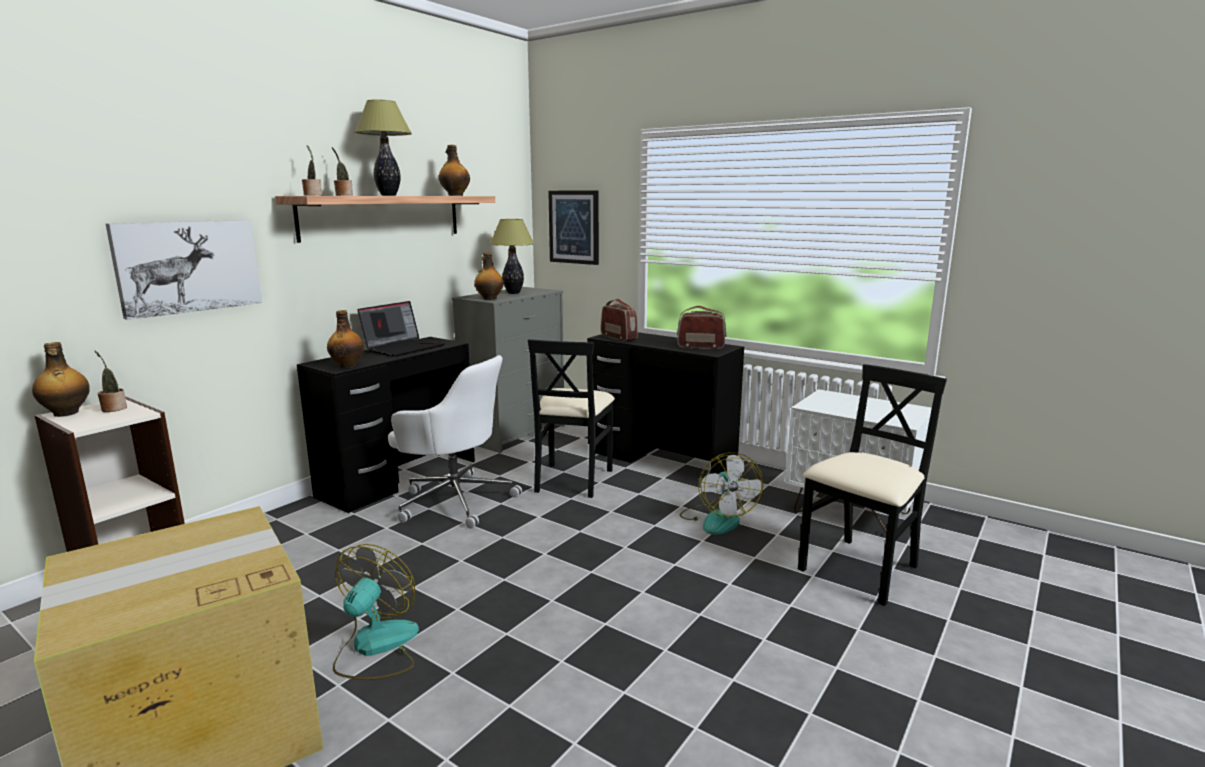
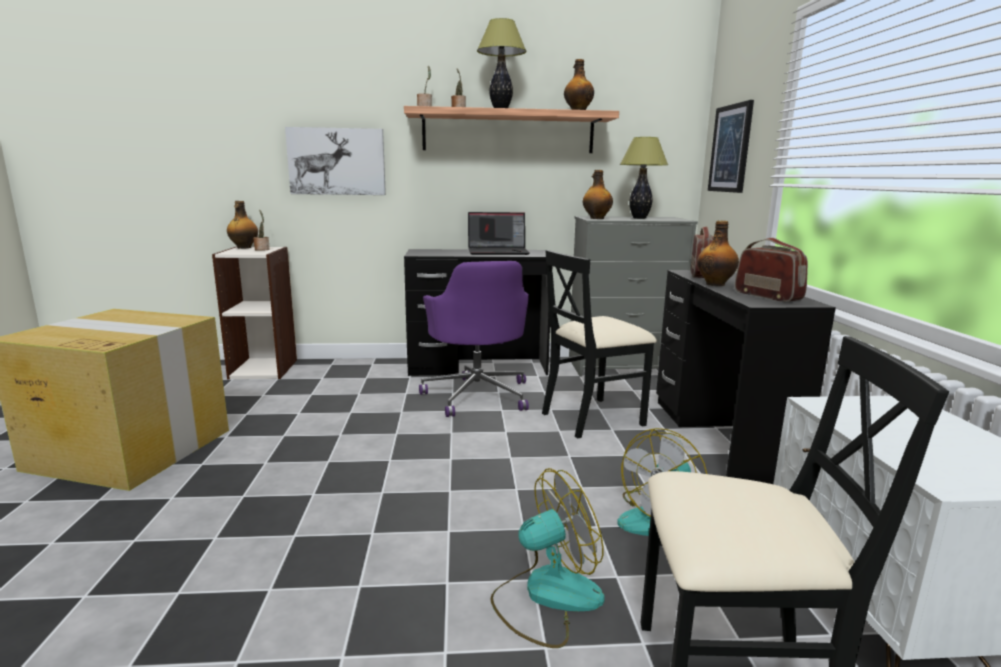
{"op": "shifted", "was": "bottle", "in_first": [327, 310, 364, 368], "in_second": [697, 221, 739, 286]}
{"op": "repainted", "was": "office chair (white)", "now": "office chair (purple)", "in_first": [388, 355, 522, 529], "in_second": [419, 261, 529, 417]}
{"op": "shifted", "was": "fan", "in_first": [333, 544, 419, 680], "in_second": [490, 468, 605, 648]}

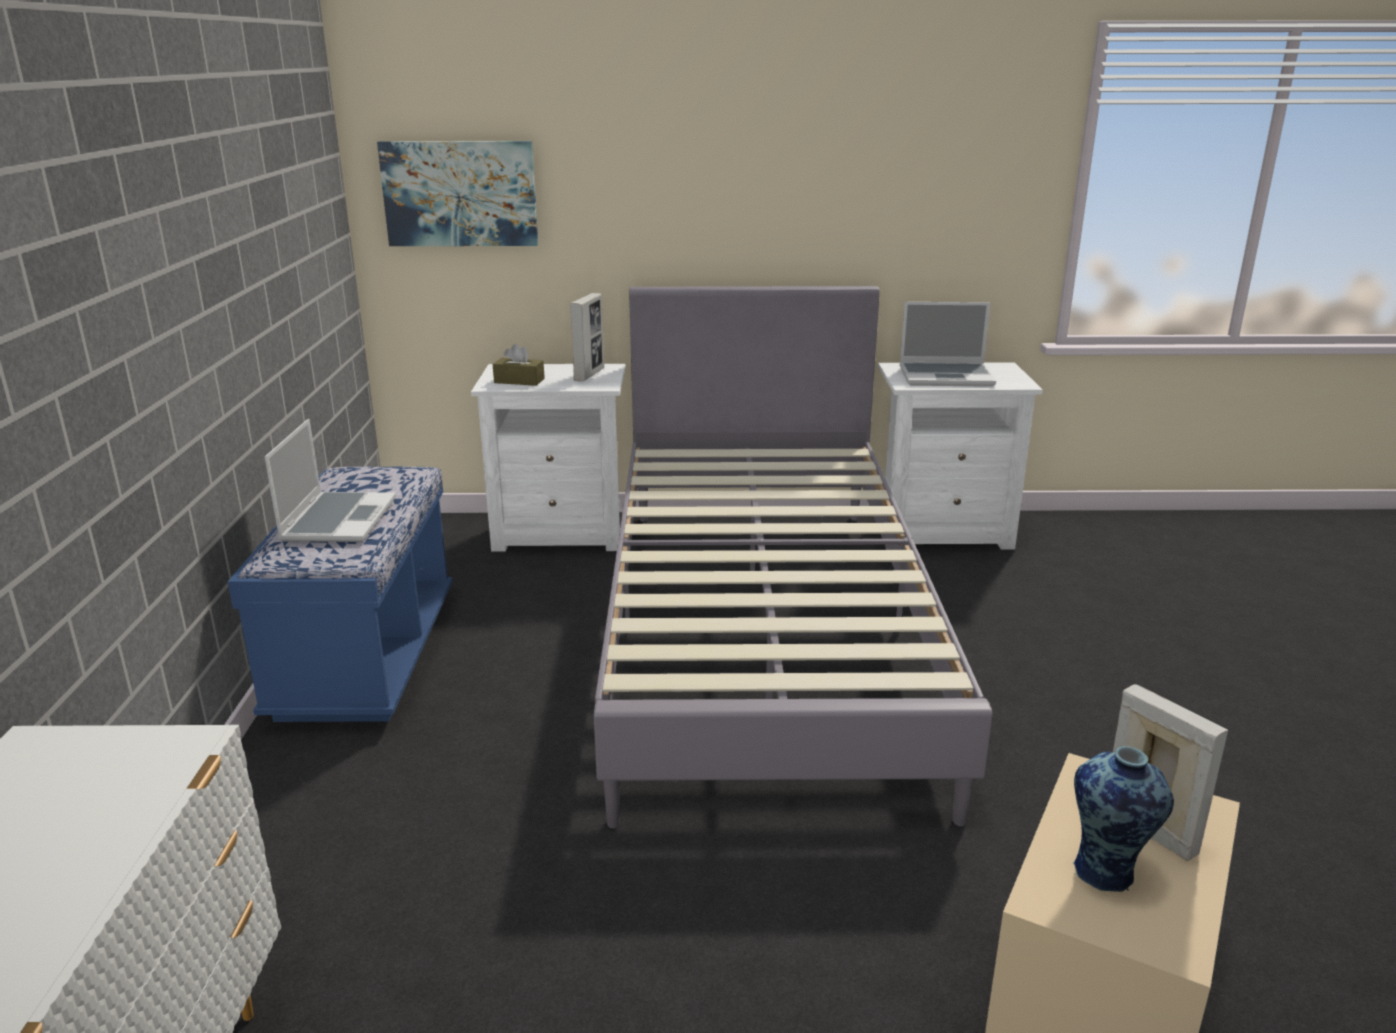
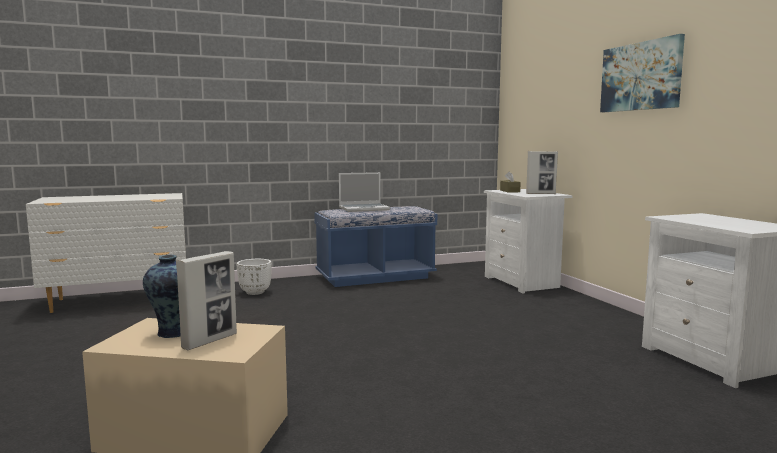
{"op": "shifted", "was": "picture", "in_first": [377, 141, 538, 246], "in_second": [600, 34, 685, 112]}
{"op": "gone", "was": "bed (grey)", "in_first": [594, 286, 993, 828]}
{"op": "gone", "was": "laptop", "in_first": [900, 302, 996, 387]}
{"op": "new", "now": "planter (white)", "in_second": [237, 259, 272, 295]}

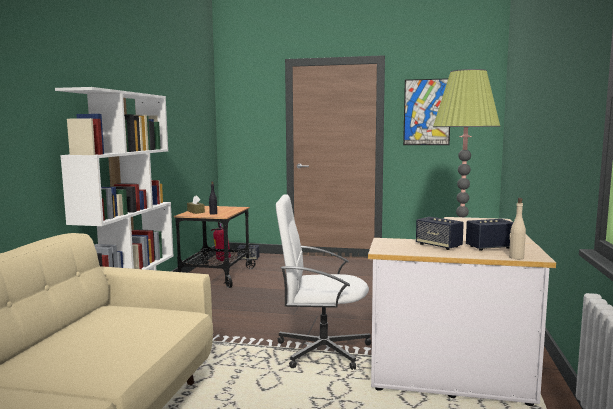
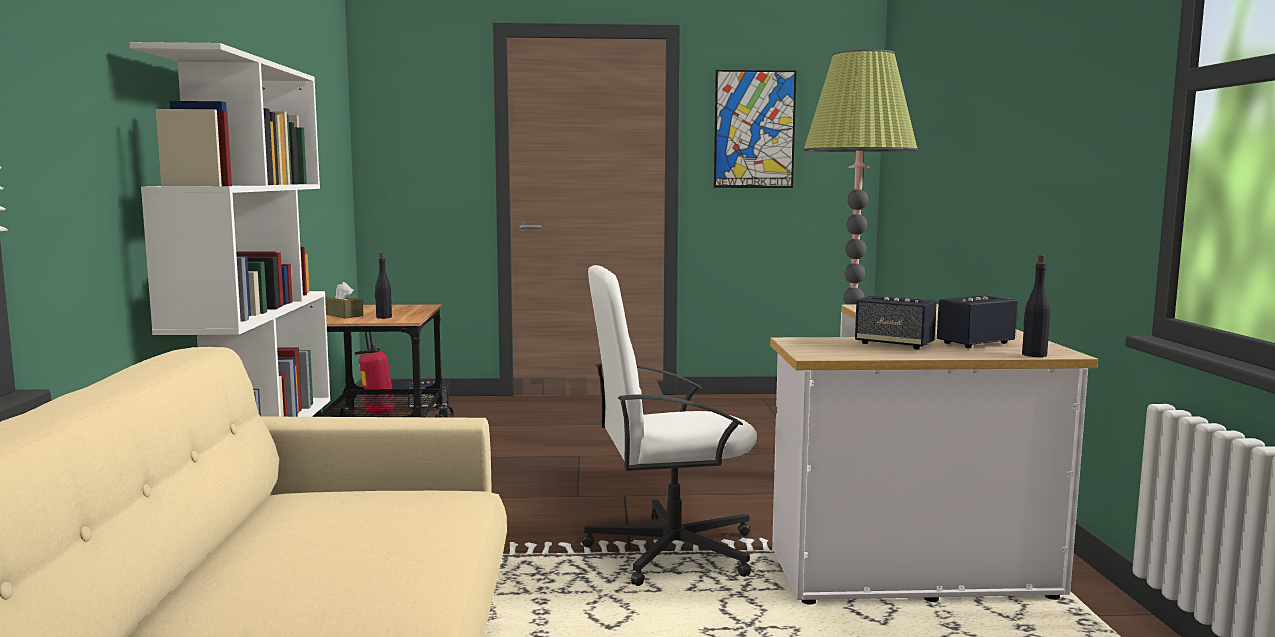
{"op": "repainted", "was": "bottle (beige)", "now": "bottle (black)", "in_first": [509, 198, 526, 259], "in_second": [1022, 255, 1050, 357]}

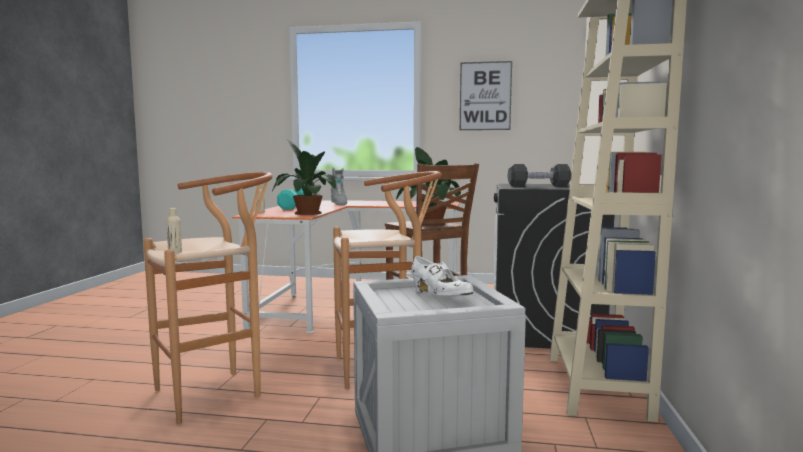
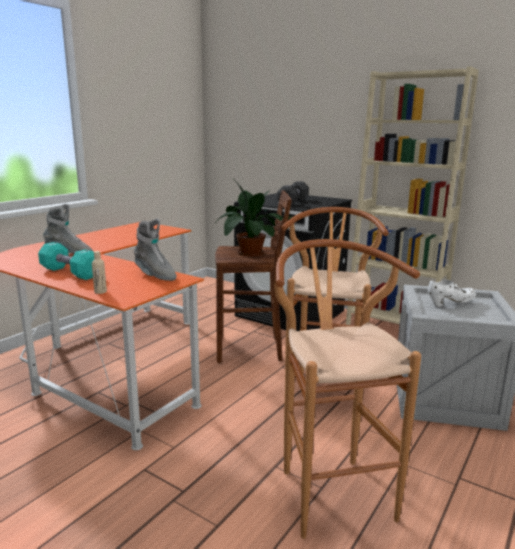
{"op": "gone", "was": "picture", "in_first": [460, 61, 512, 130]}
{"op": "swapped", "was": "potted plant", "now": "boot (grey)", "in_first": [272, 139, 336, 215], "in_second": [134, 219, 176, 281]}
{"op": "gone", "was": "bottle (beige)", "in_first": [166, 208, 182, 254]}

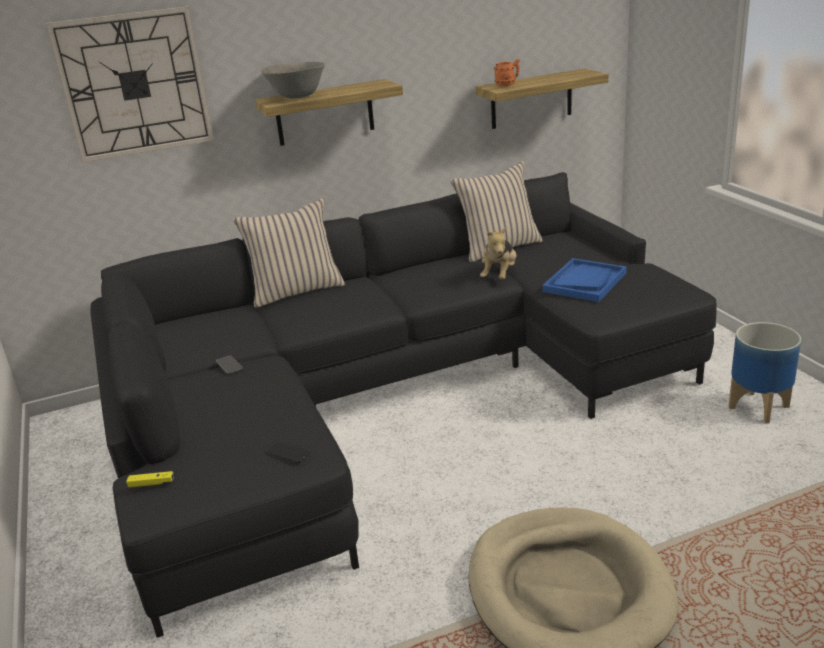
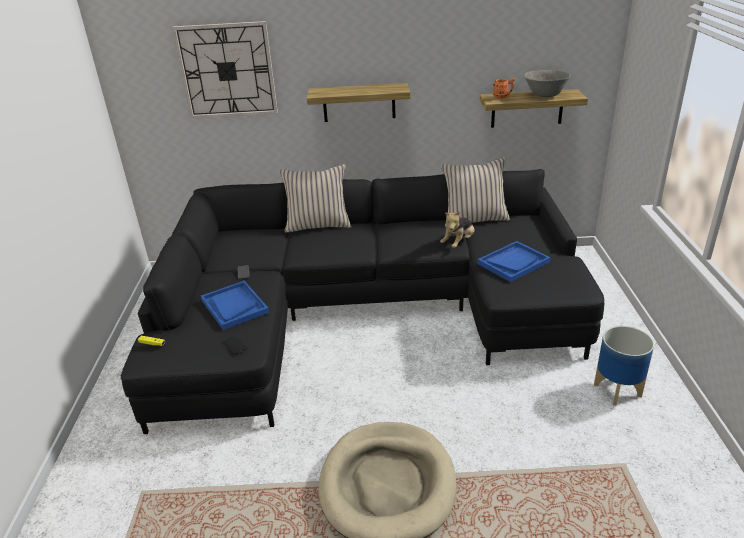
{"op": "shifted", "was": "bowl (grey)", "in_first": [261, 62, 325, 99], "in_second": [524, 70, 571, 97]}
{"op": "new", "now": "tray (blue)", "in_second": [201, 281, 269, 330]}

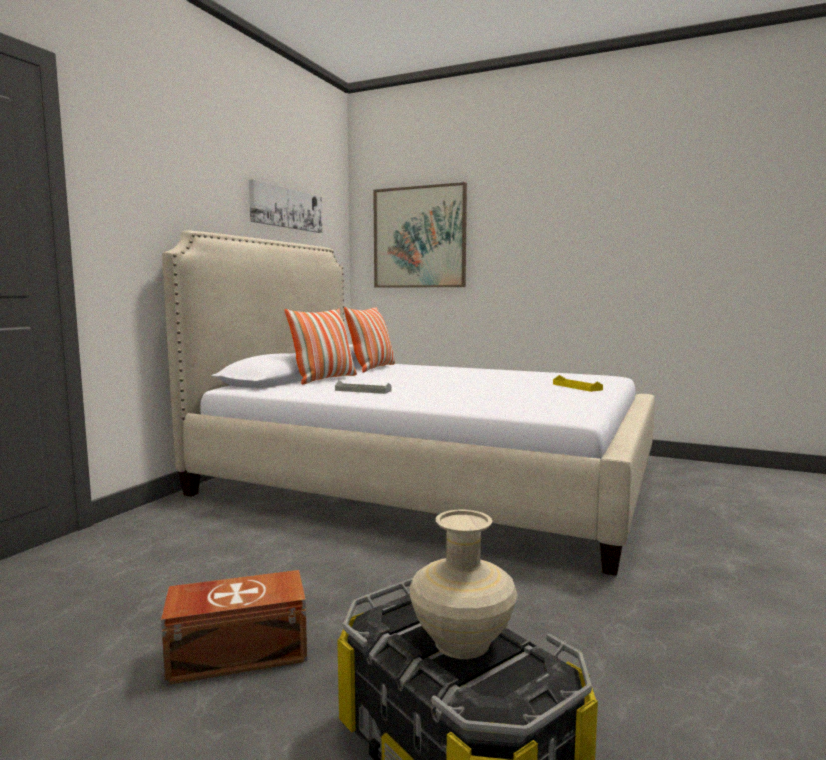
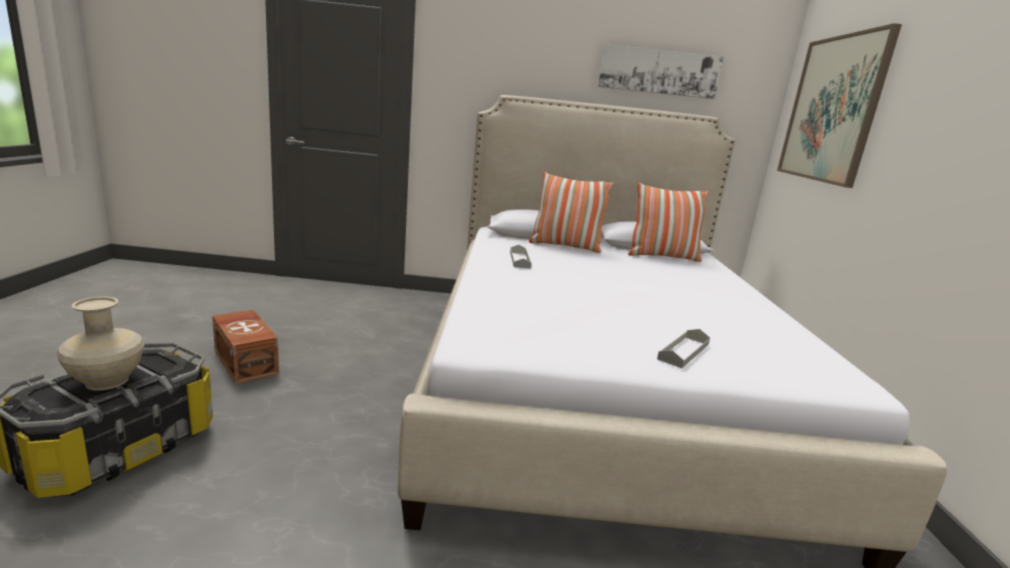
{"op": "repainted", "was": "tray (yellow)", "now": "tray (grey)", "in_first": [553, 375, 603, 392], "in_second": [657, 329, 710, 368]}

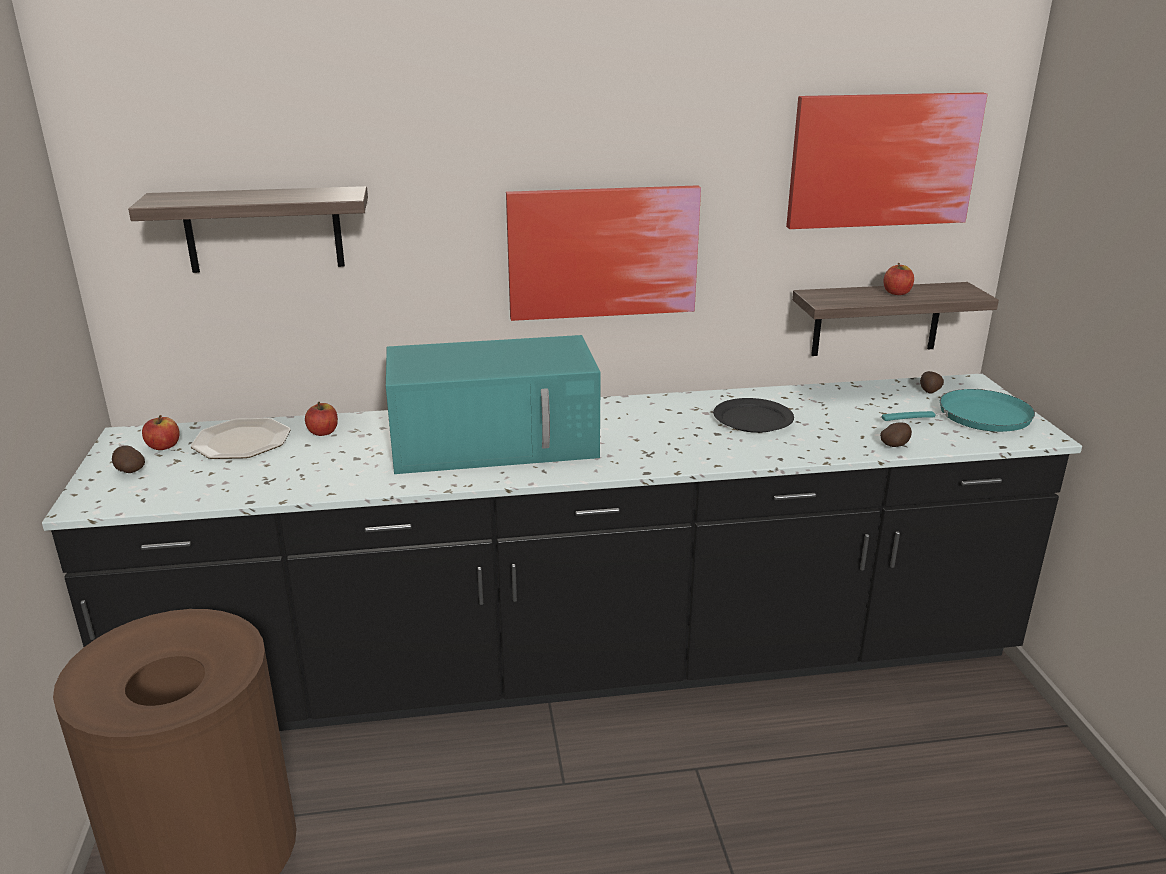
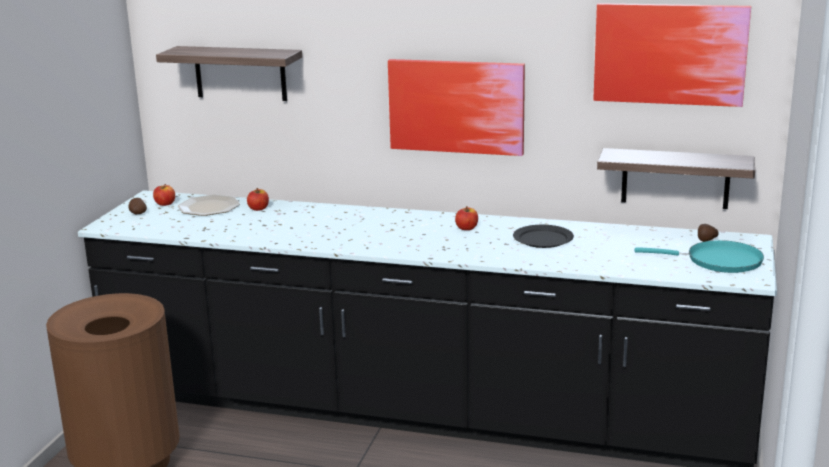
{"op": "shifted", "was": "apple", "in_first": [883, 263, 914, 295], "in_second": [455, 206, 478, 230]}
{"op": "gone", "was": "microwave (turquoise)", "in_first": [386, 335, 601, 474]}
{"op": "gone", "was": "potato", "in_first": [880, 423, 912, 447]}

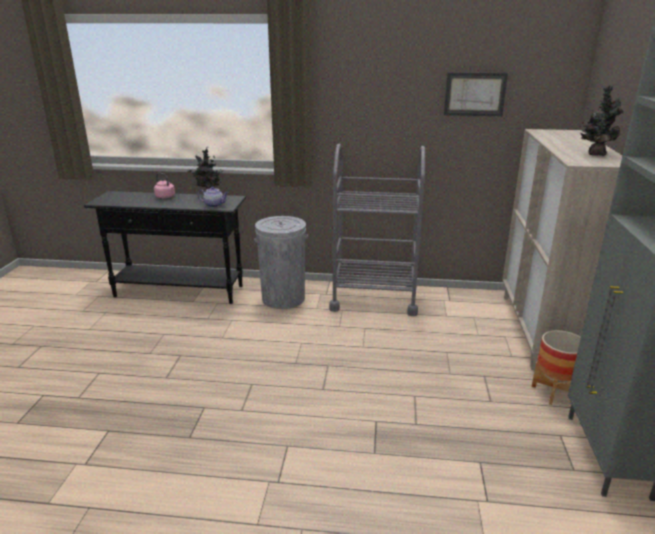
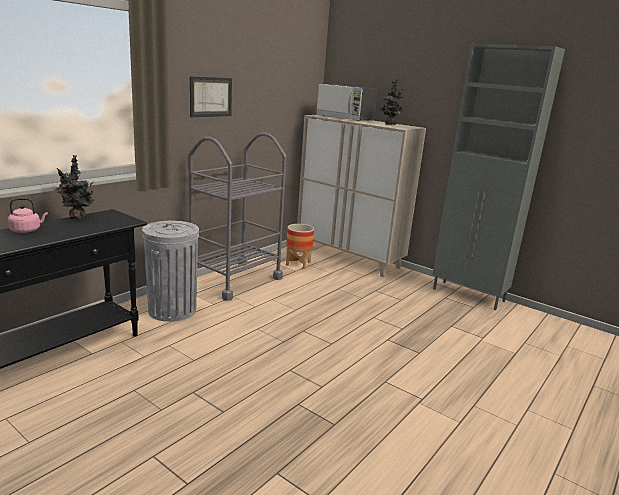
{"op": "shifted", "was": "picture", "in_first": [444, 72, 508, 116], "in_second": [190, 76, 232, 117]}
{"op": "gone", "was": "teapot", "in_first": [198, 186, 229, 207]}
{"op": "shifted", "was": "planter", "in_first": [532, 330, 581, 405], "in_second": [286, 224, 314, 269]}
{"op": "new", "now": "microwave", "in_second": [316, 84, 378, 121]}

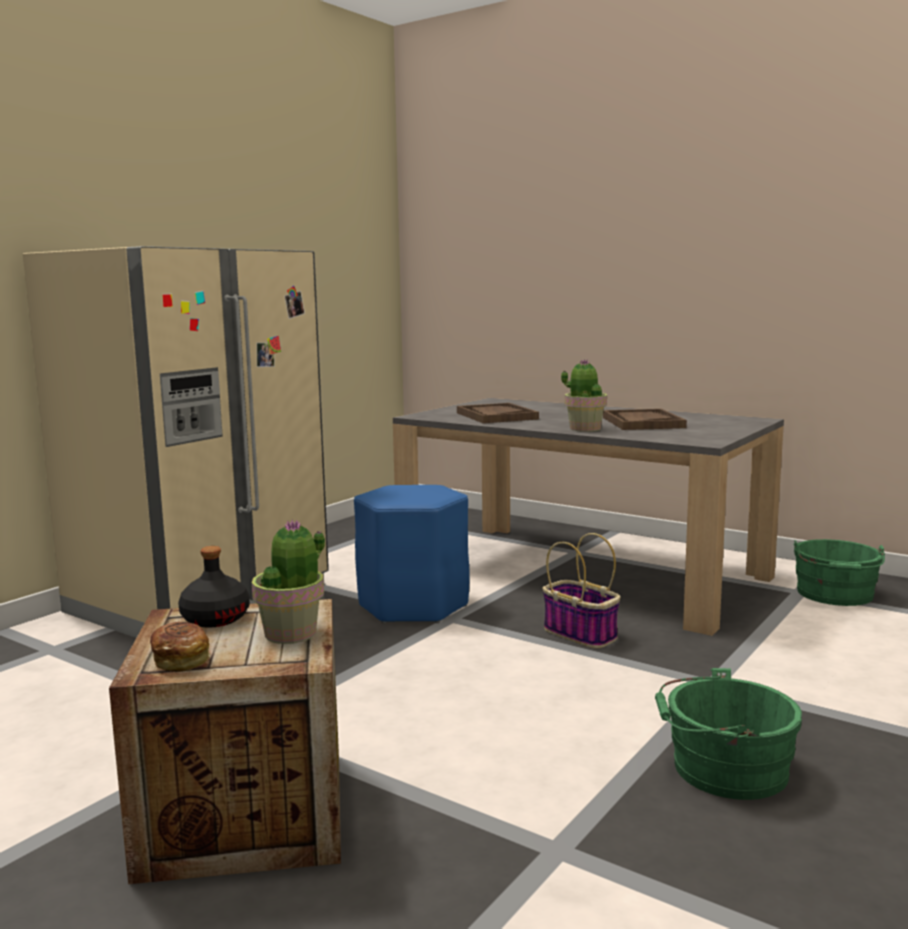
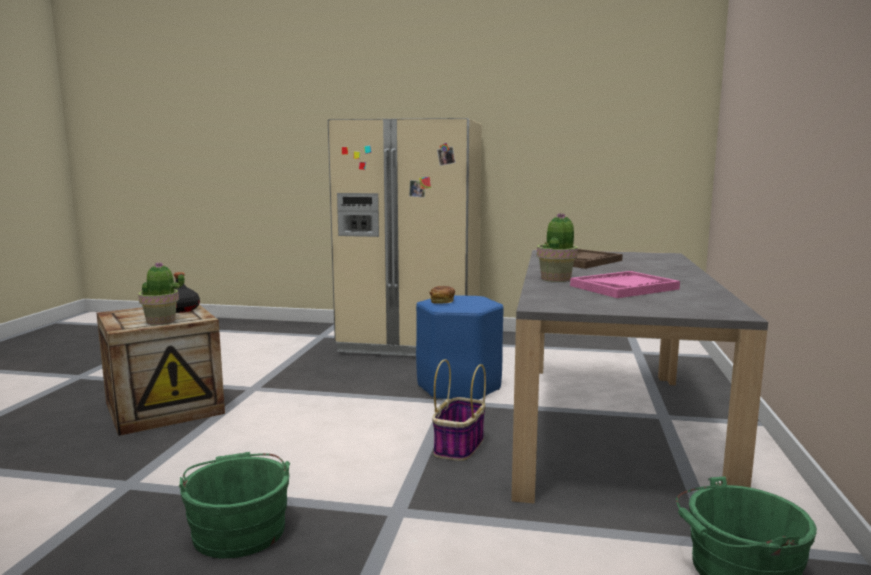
{"op": "repainted", "was": "tray (brown)", "now": "tray (pink)", "in_first": [603, 409, 687, 430], "in_second": [570, 271, 680, 298]}
{"op": "shifted", "was": "bread", "in_first": [150, 622, 210, 672], "in_second": [430, 286, 455, 304]}

